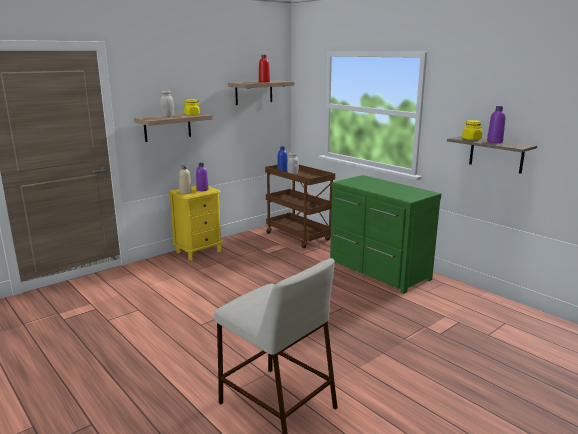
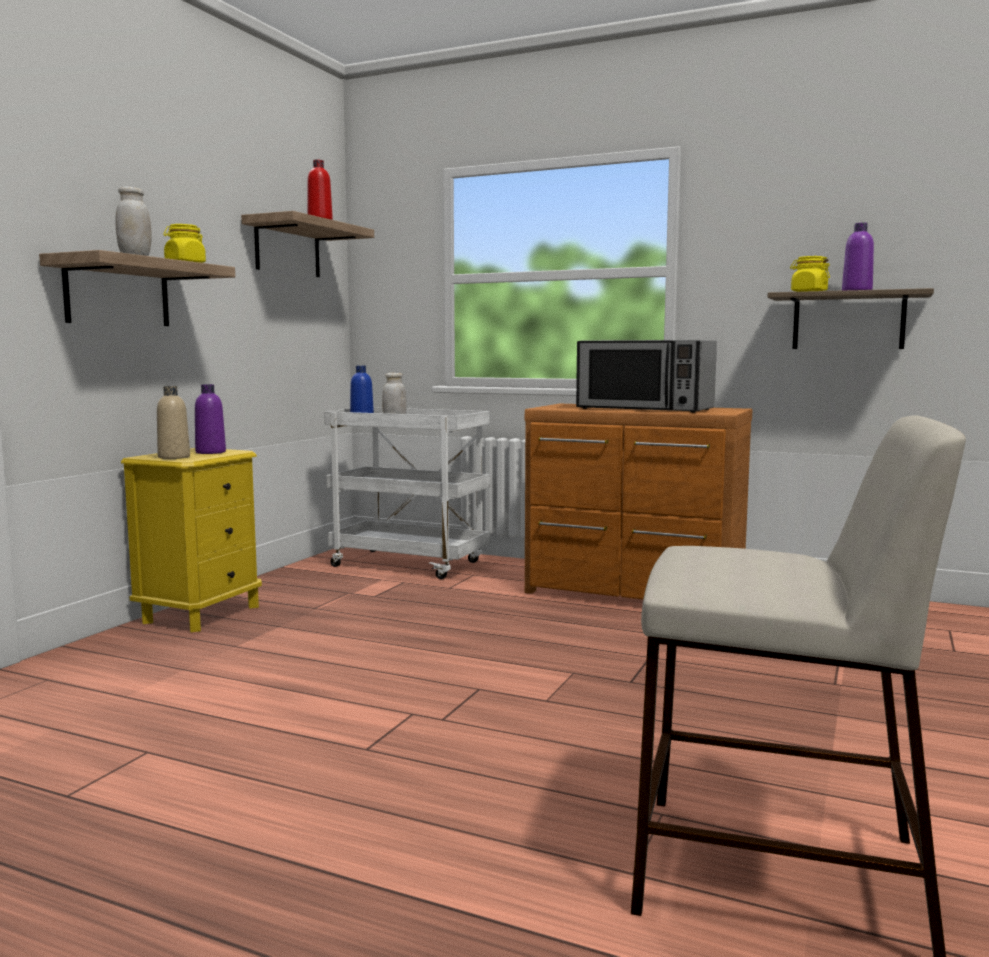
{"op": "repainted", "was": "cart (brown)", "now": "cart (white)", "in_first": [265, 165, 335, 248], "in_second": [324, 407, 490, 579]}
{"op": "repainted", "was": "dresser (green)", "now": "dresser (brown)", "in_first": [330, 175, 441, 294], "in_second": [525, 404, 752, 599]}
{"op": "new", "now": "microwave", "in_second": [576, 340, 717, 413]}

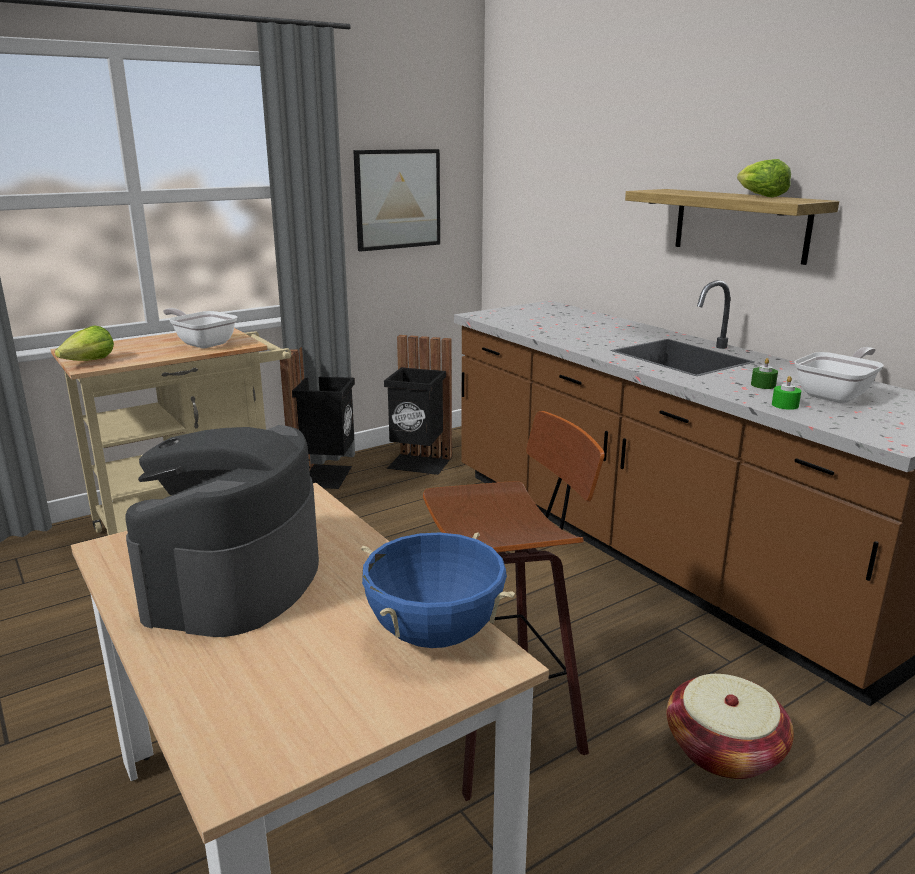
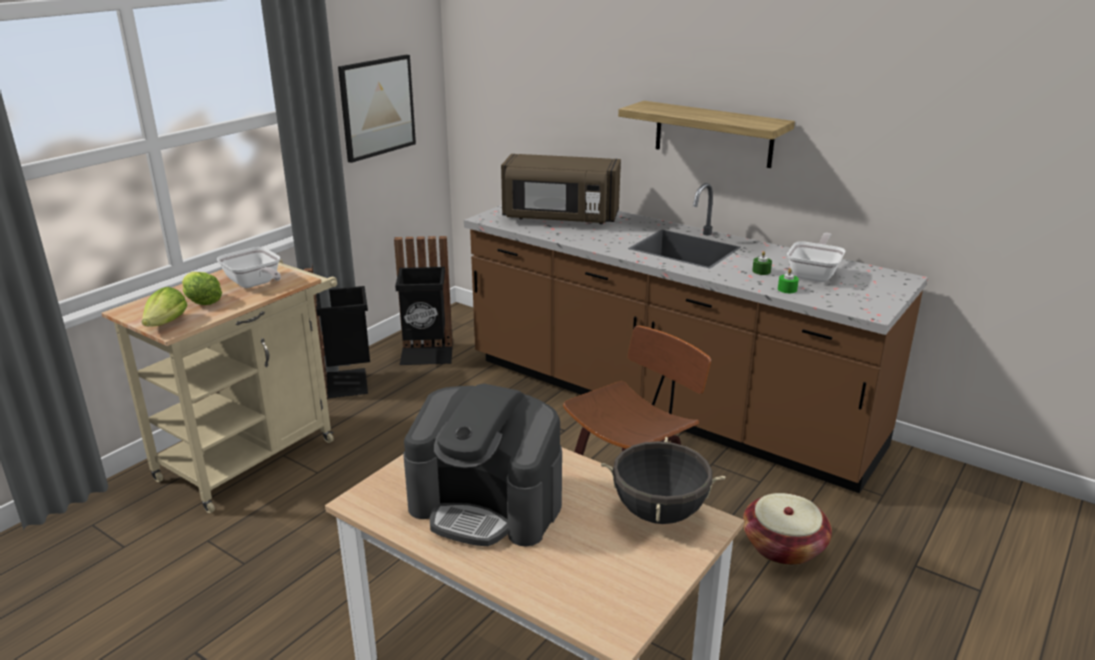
{"op": "shifted", "was": "lettuce", "in_first": [737, 159, 791, 198], "in_second": [182, 272, 222, 305]}
{"op": "rotated", "was": "frying pan", "in_first": [163, 308, 237, 348], "in_second": [217, 247, 281, 288], "clockwise": -150}
{"op": "rotated", "was": "coffee machine", "in_first": [125, 425, 319, 637], "in_second": [403, 384, 562, 547], "clockwise": -60}
{"op": "repainted", "was": "cooking pot (blue)", "now": "cooking pot (black)", "in_first": [361, 532, 515, 648], "in_second": [601, 437, 725, 524]}
{"op": "new", "now": "microwave (brown)", "in_second": [501, 154, 621, 224]}

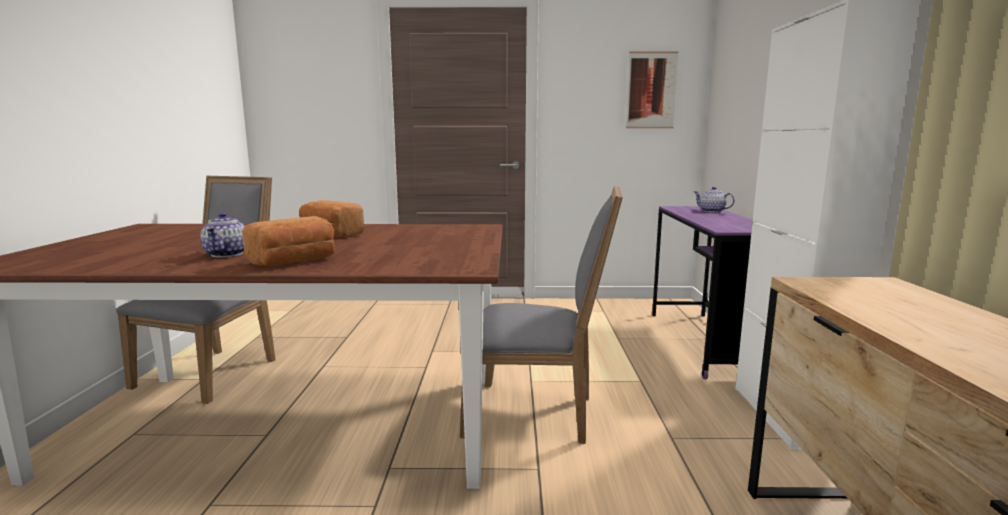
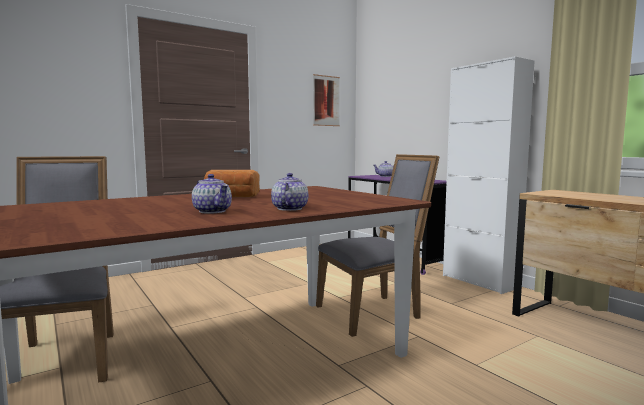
{"op": "swapped", "was": "bread", "now": "teapot", "in_first": [242, 216, 335, 266], "in_second": [271, 173, 308, 211]}

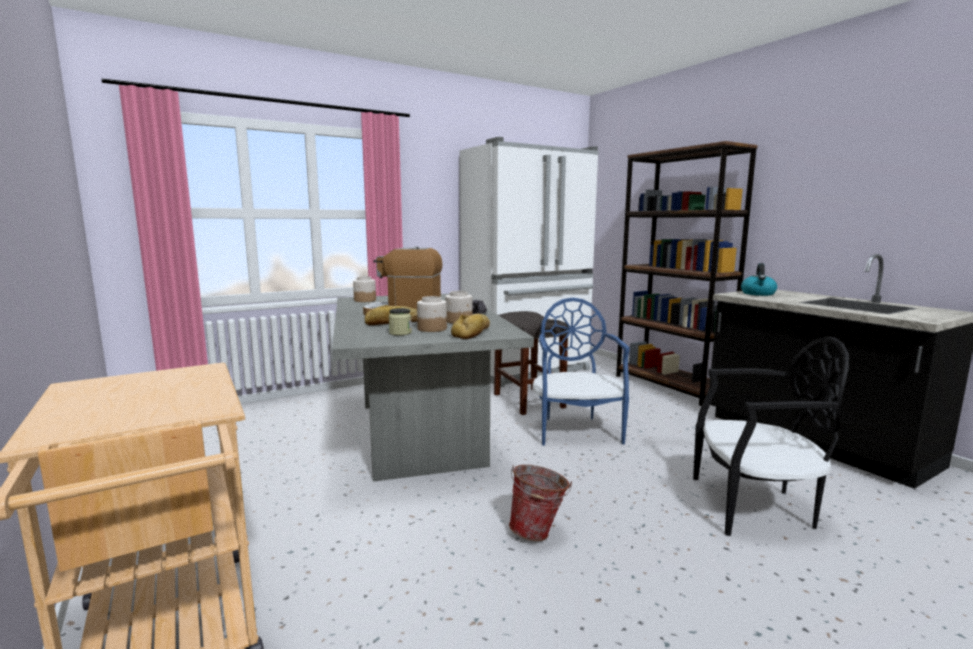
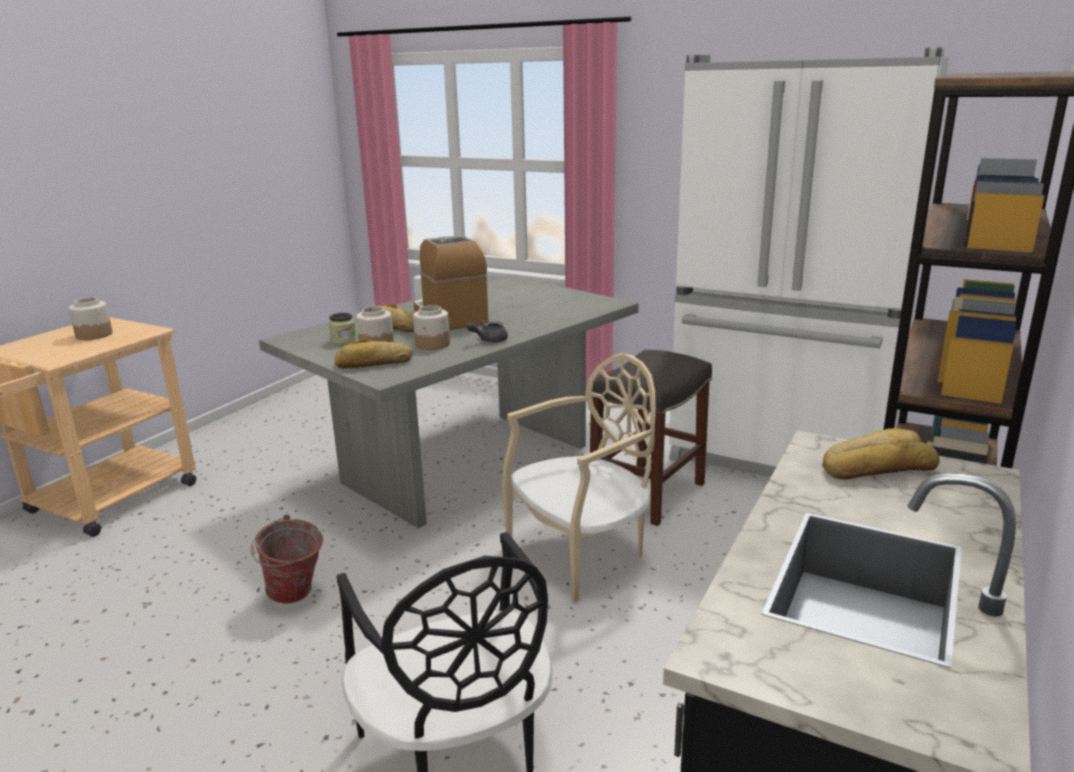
{"op": "swapped", "was": "kettle", "now": "bread", "in_first": [741, 263, 777, 296], "in_second": [822, 428, 940, 480]}
{"op": "shifted", "was": "jar", "in_first": [353, 276, 376, 302], "in_second": [69, 297, 112, 340]}
{"op": "repainted", "was": "chair (blue)", "now": "chair (beige)", "in_first": [532, 298, 630, 446], "in_second": [502, 353, 656, 603]}

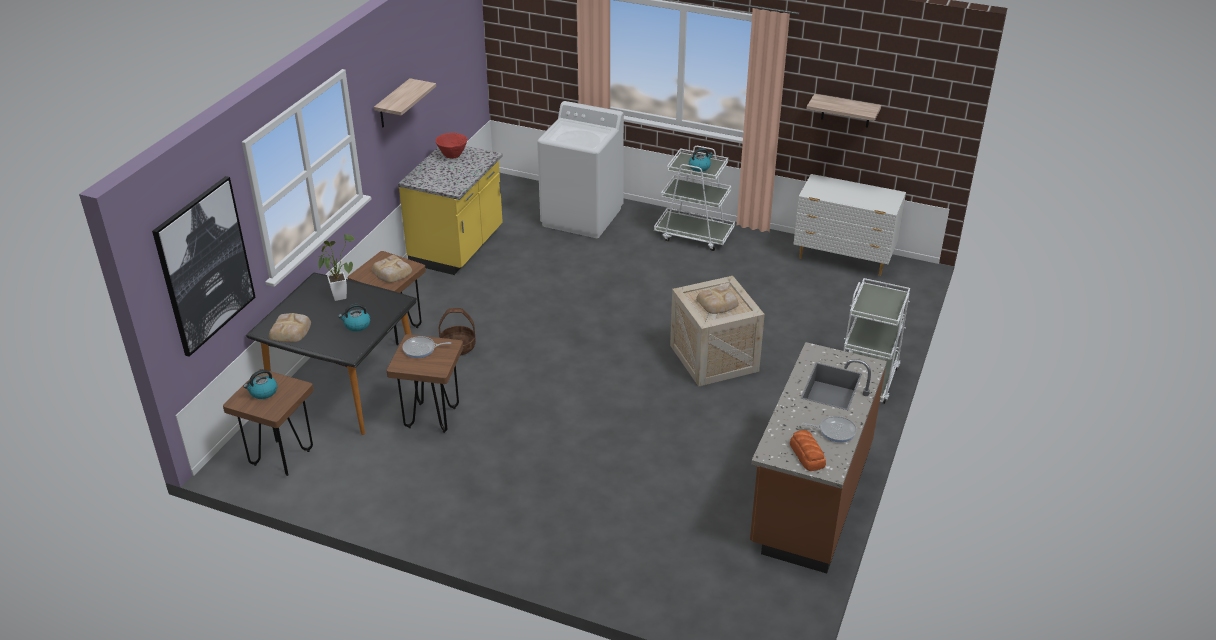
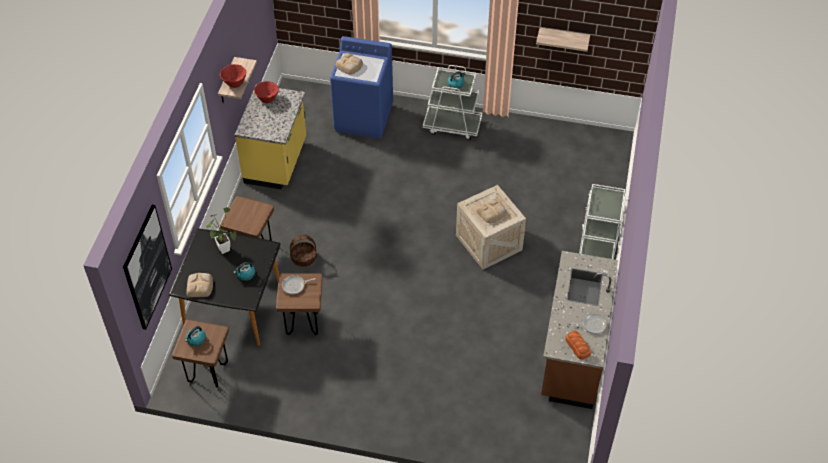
{"op": "repainted", "was": "washing machine (white)", "now": "washing machine (blue)", "in_first": [537, 101, 624, 238], "in_second": [330, 36, 393, 139]}
{"op": "gone", "was": "dresser (white)", "in_first": [793, 174, 906, 276]}
{"op": "shifted", "was": "bread", "in_first": [372, 255, 412, 283], "in_second": [335, 53, 363, 75]}
{"op": "new", "now": "bowl (red)", "in_second": [220, 64, 246, 88]}

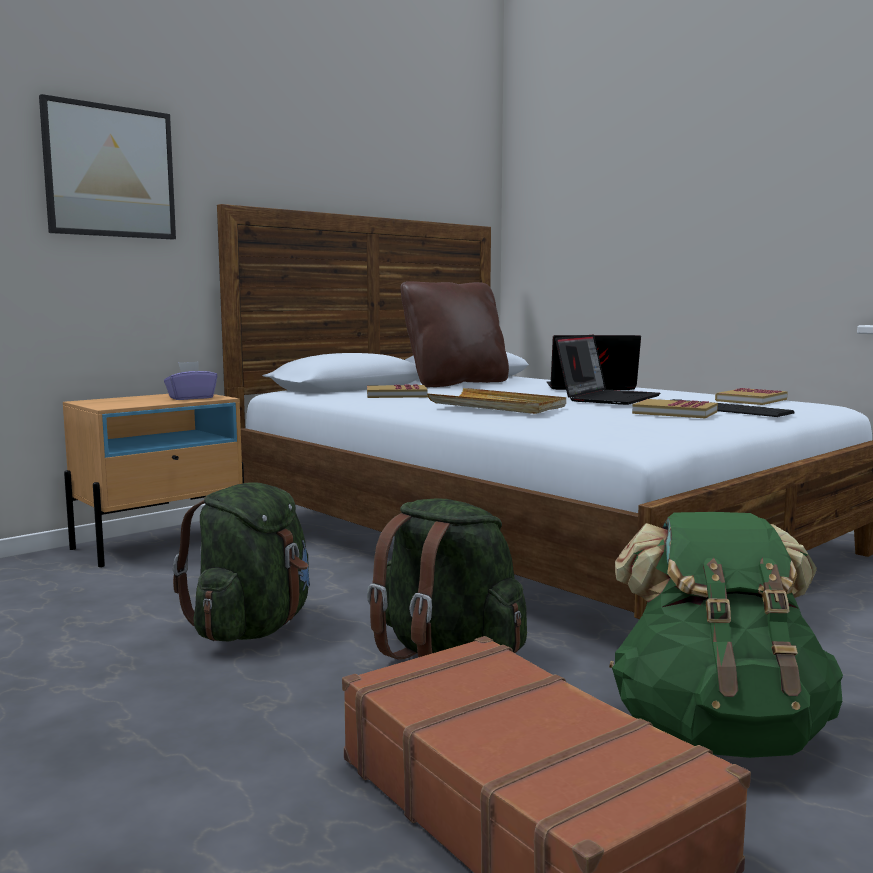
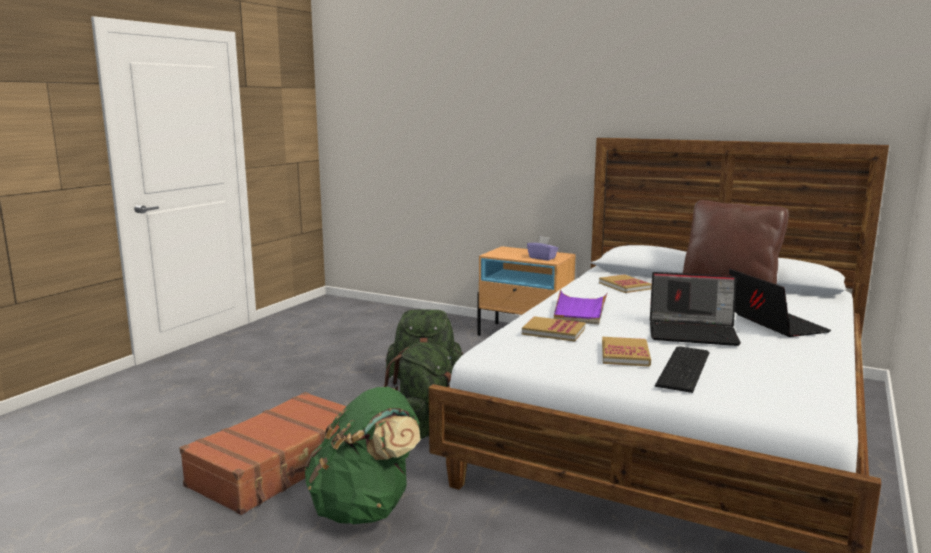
{"op": "gone", "was": "picture", "in_first": [39, 94, 176, 239]}
{"op": "repainted", "was": "tray (beige)", "now": "tray (purple)", "in_first": [427, 388, 566, 414], "in_second": [554, 290, 608, 324]}
{"op": "shifted", "was": "book", "in_first": [715, 388, 788, 405], "in_second": [522, 316, 585, 341]}

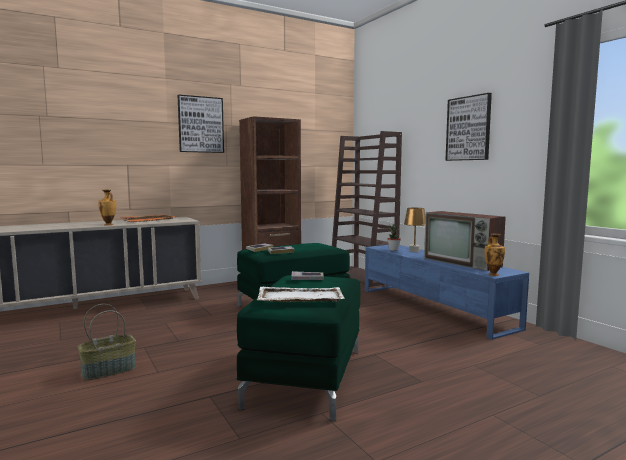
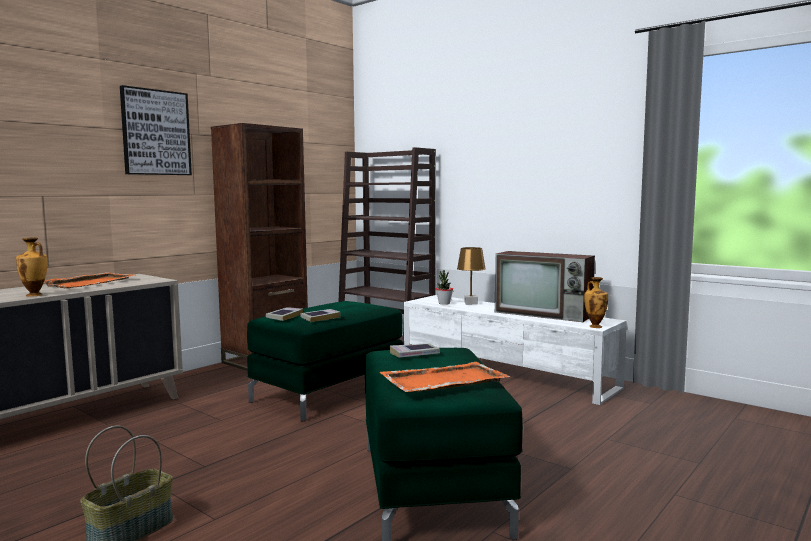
{"op": "gone", "was": "picture", "in_first": [445, 93, 492, 161]}
{"op": "repainted", "was": "tv stand (blue)", "now": "tv stand (white)", "in_first": [365, 245, 529, 340], "in_second": [404, 295, 627, 405]}
{"op": "repainted", "was": "tray (white)", "now": "tray (orange)", "in_first": [257, 287, 345, 302], "in_second": [379, 362, 510, 392]}

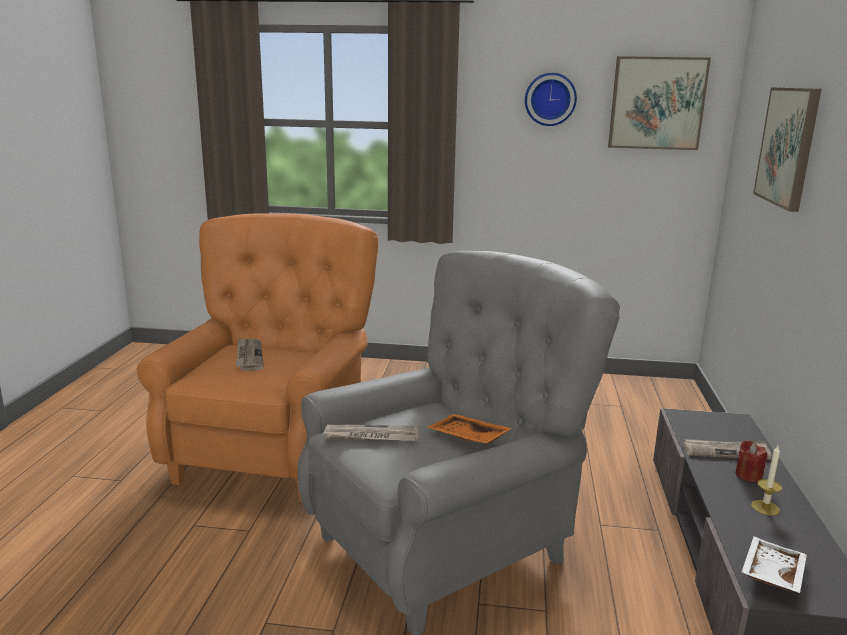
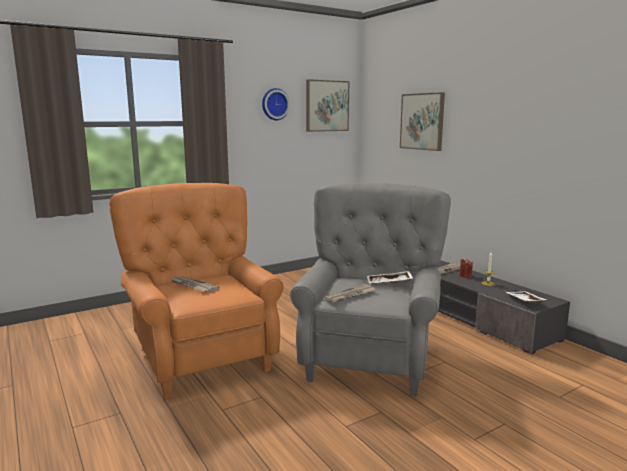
{"op": "repainted", "was": "tray (orange)", "now": "tray (white)", "in_first": [427, 414, 513, 445], "in_second": [367, 271, 413, 284]}

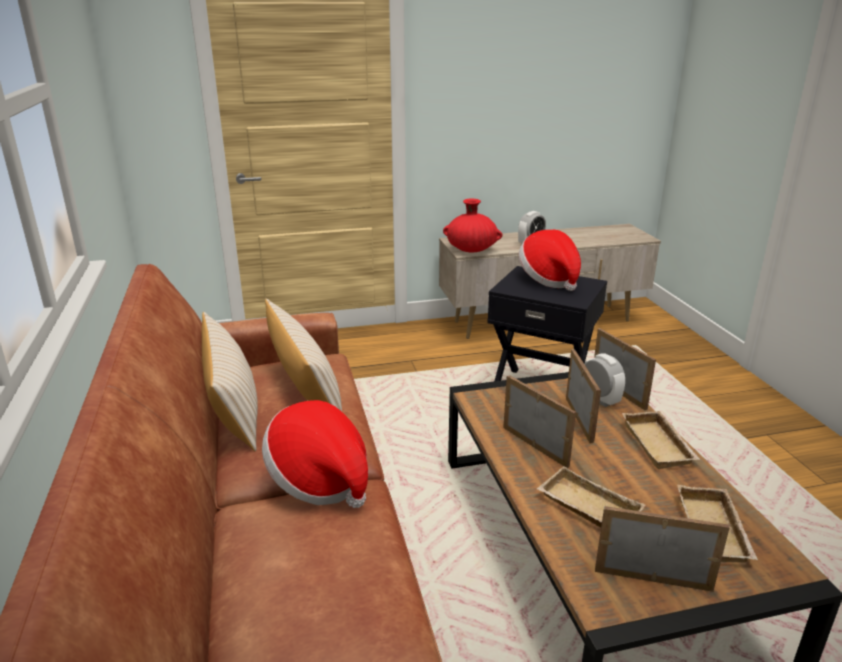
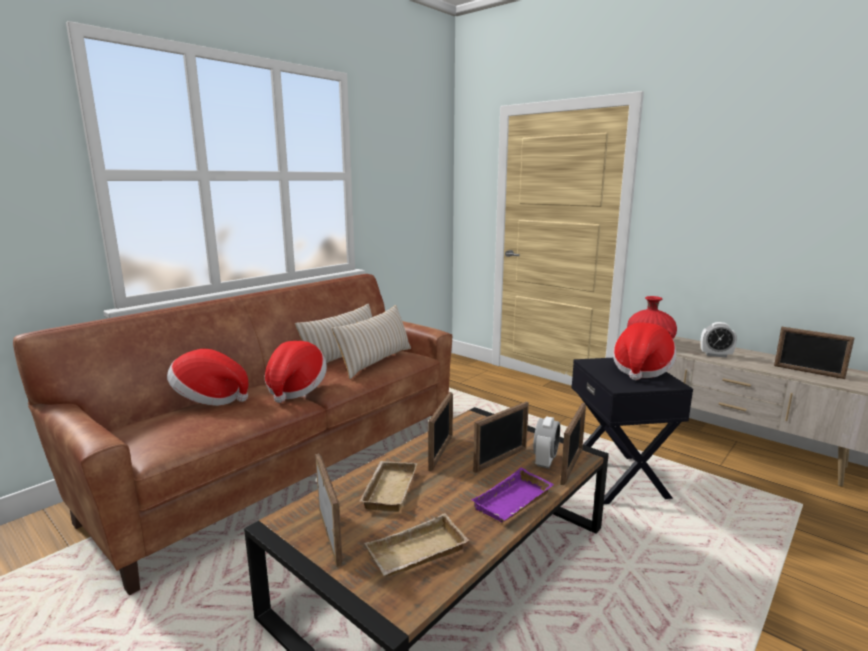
{"op": "repainted", "was": "tray (beige)", "now": "tray (purple)", "in_first": [622, 411, 700, 469], "in_second": [471, 468, 554, 522]}
{"op": "new", "now": "picture frame", "in_second": [774, 327, 855, 379]}
{"op": "new", "now": "hat", "in_second": [167, 349, 248, 406]}

